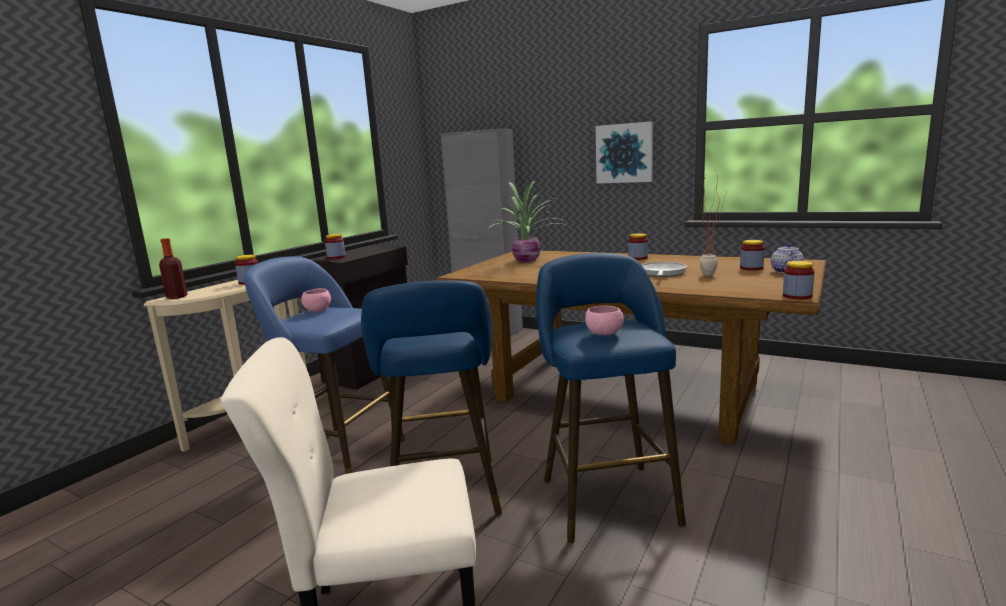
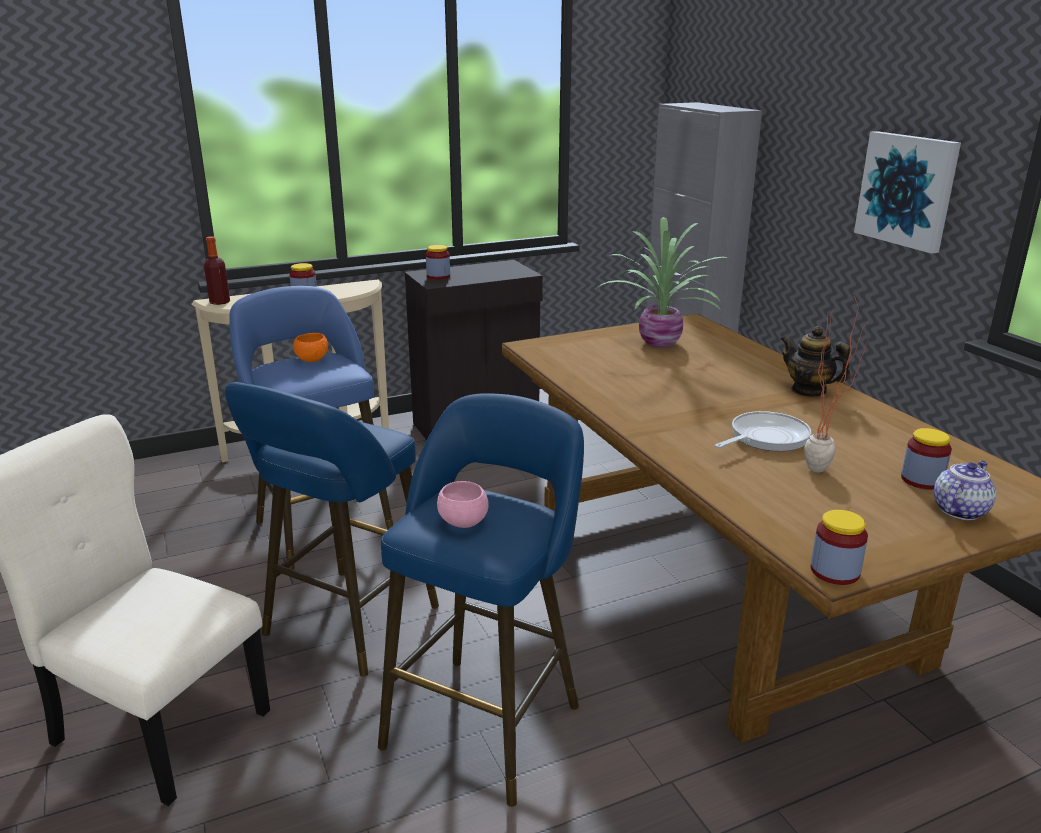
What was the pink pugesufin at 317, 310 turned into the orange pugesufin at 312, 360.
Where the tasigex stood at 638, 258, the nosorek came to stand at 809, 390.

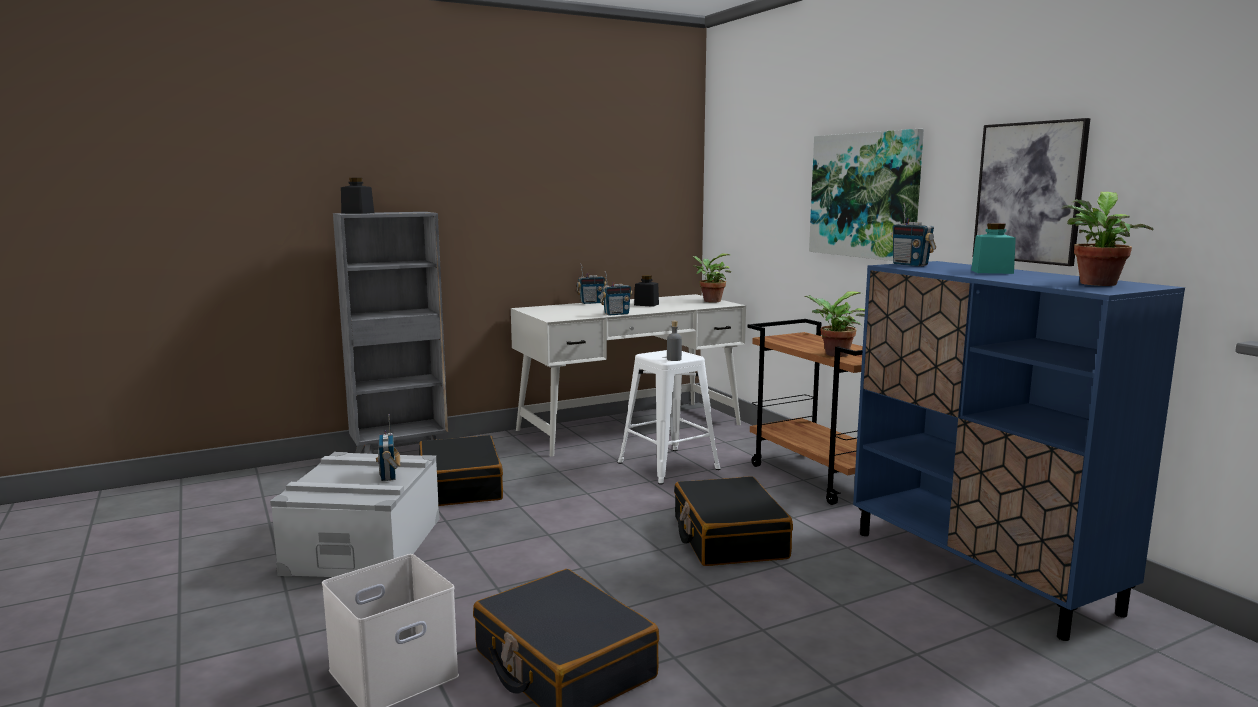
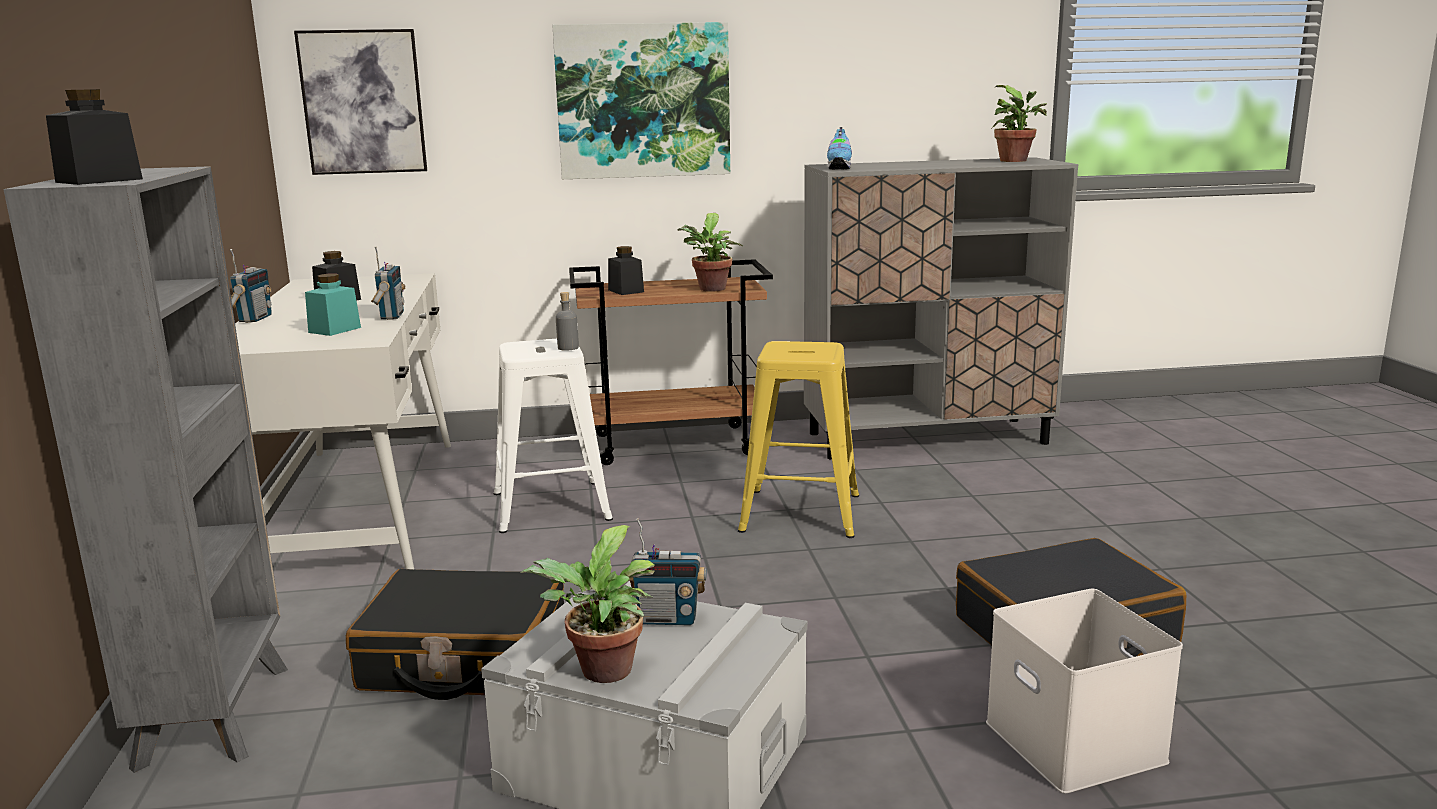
Where the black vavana stood at 728, 538, the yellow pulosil came to stand at 802, 512.
The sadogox ended up elsewhere, having gone from 709, 301 to 602, 673.
What was the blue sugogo at 980, 571 turned into the grey sugogo at 928, 438.
Where the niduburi stood at 910, 265, the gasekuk came to stand at 840, 168.
The turquoise tasigex ended up elsewhere, having gone from 992, 272 to 334, 330.
The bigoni ended up elsewhere, having gone from 1029, 192 to 363, 102.
The second view gained the black tasigex at 626, 291.

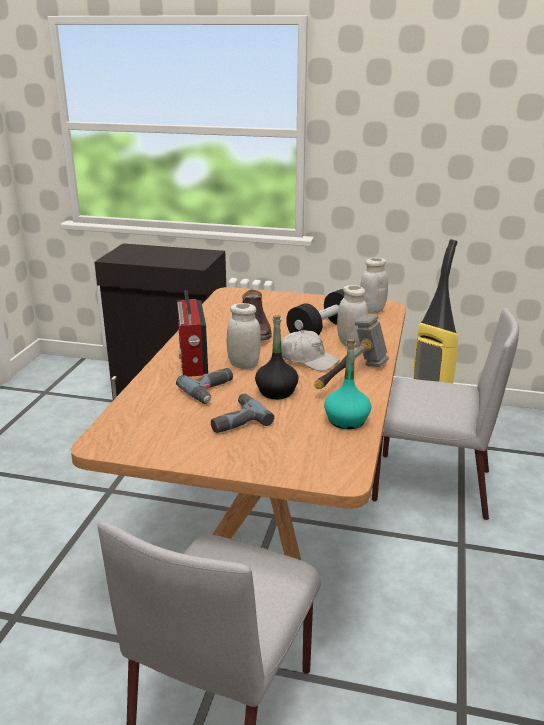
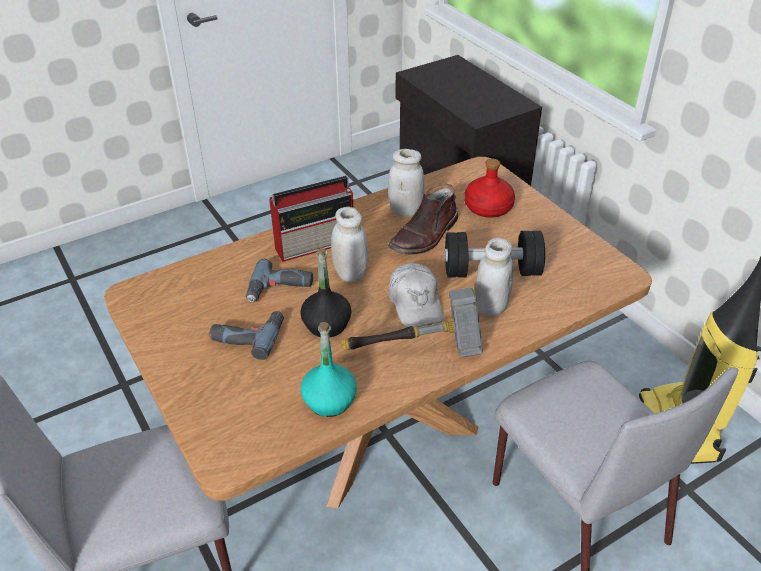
The niduburi at 192, 361 ended up facing another way, 150 degrees counterclockwise from before.
The white tasigex ended up elsewhere, having gone from 372, 310 to 405, 211.
The second view gained the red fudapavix at 487, 207.

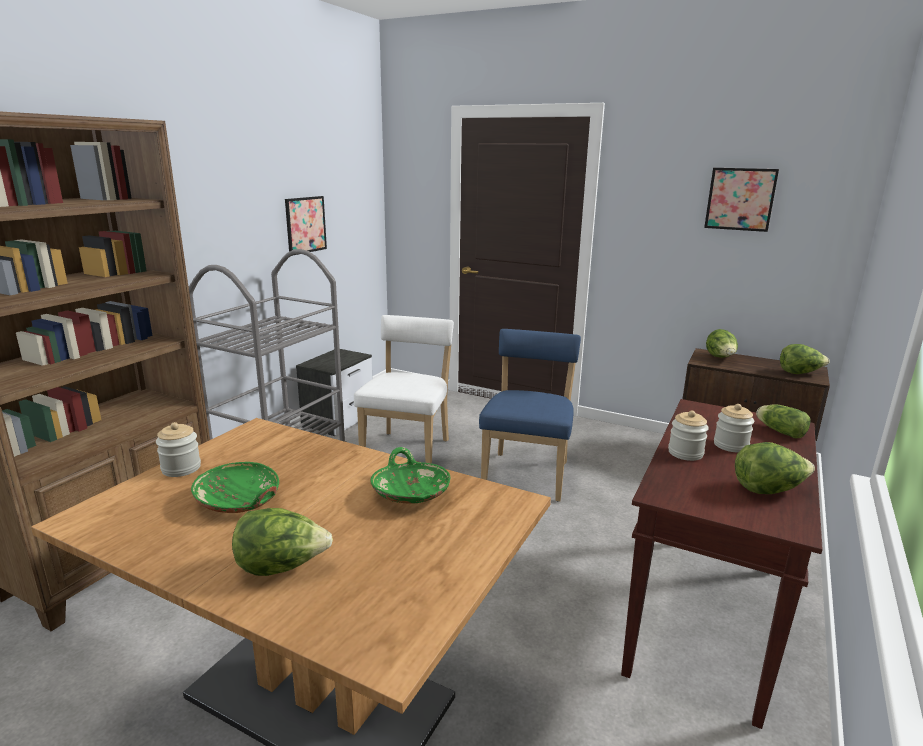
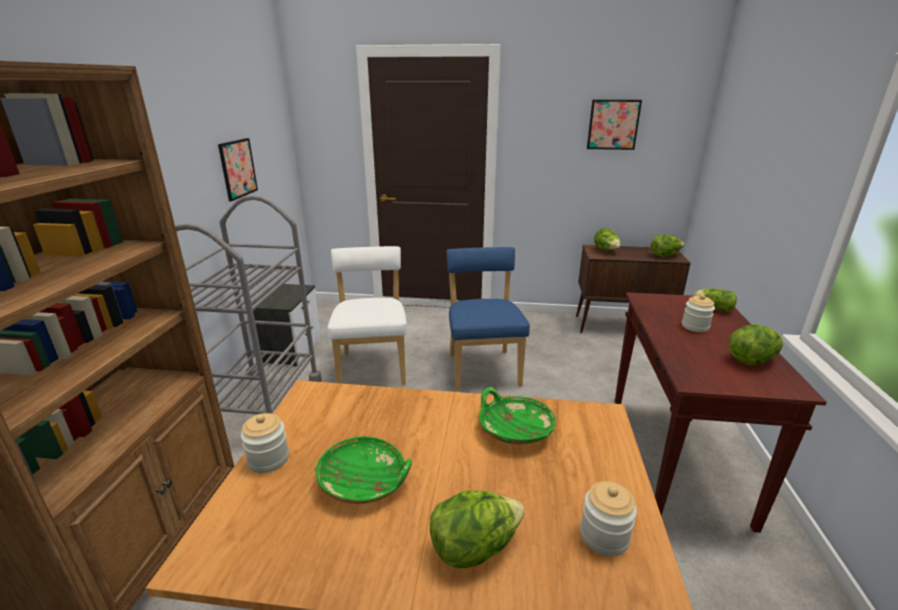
The tasigex ended up elsewhere, having gone from 685, 453 to 604, 536.

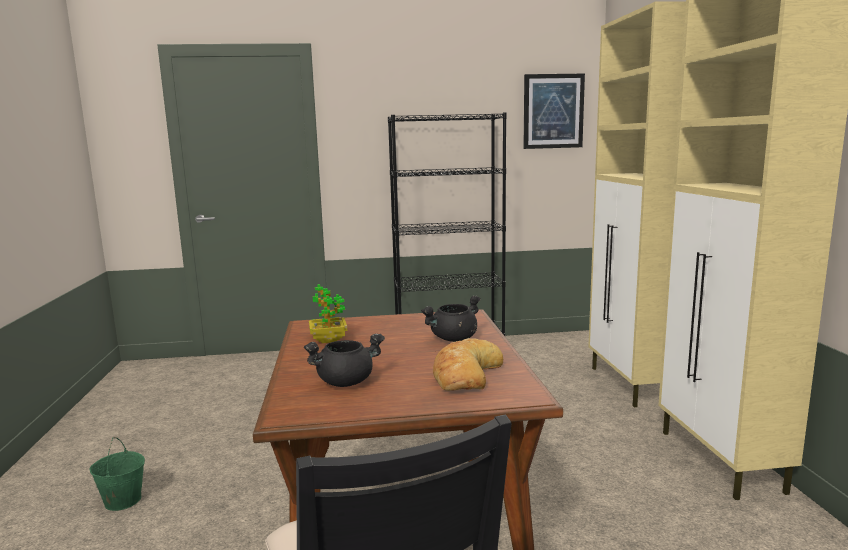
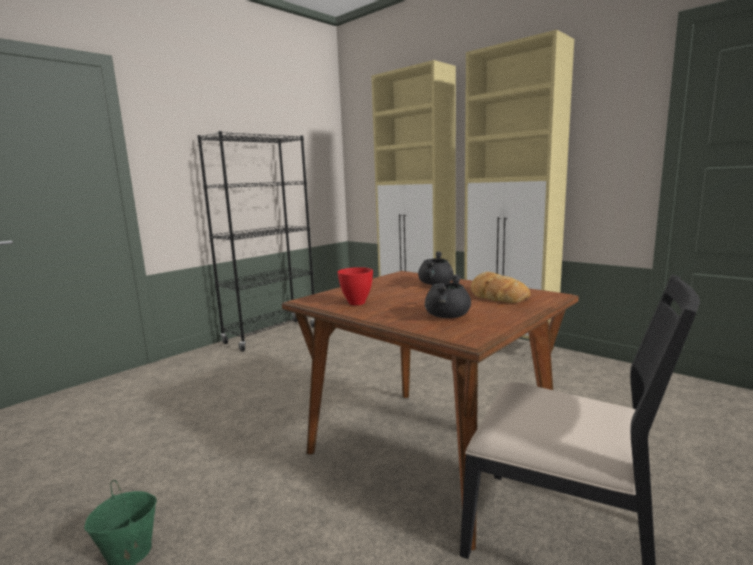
Where the sadogox stood at 328, 340, the red pugesufin came to stand at 357, 303.
The second view lost the bigoni at 553, 111.

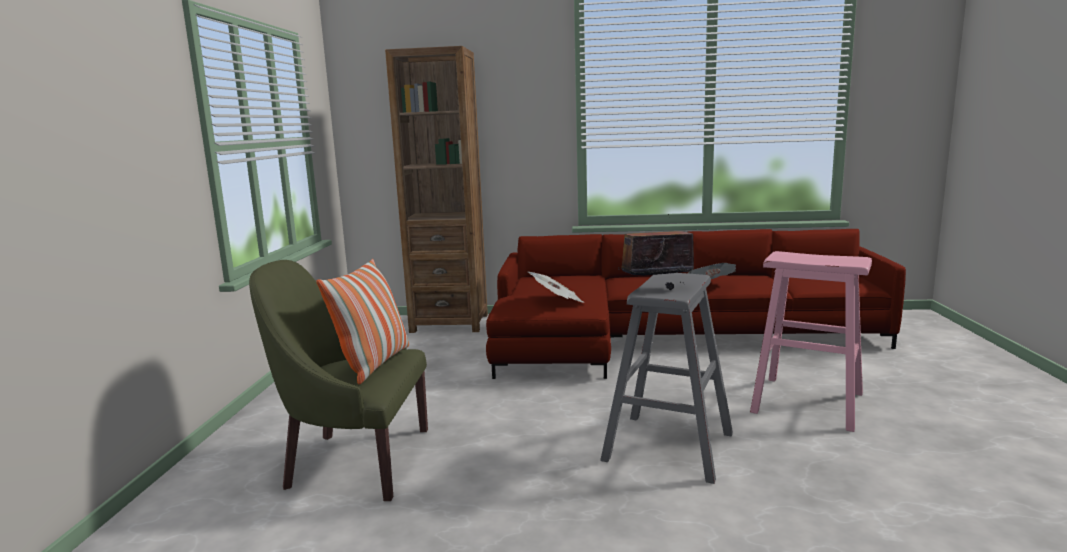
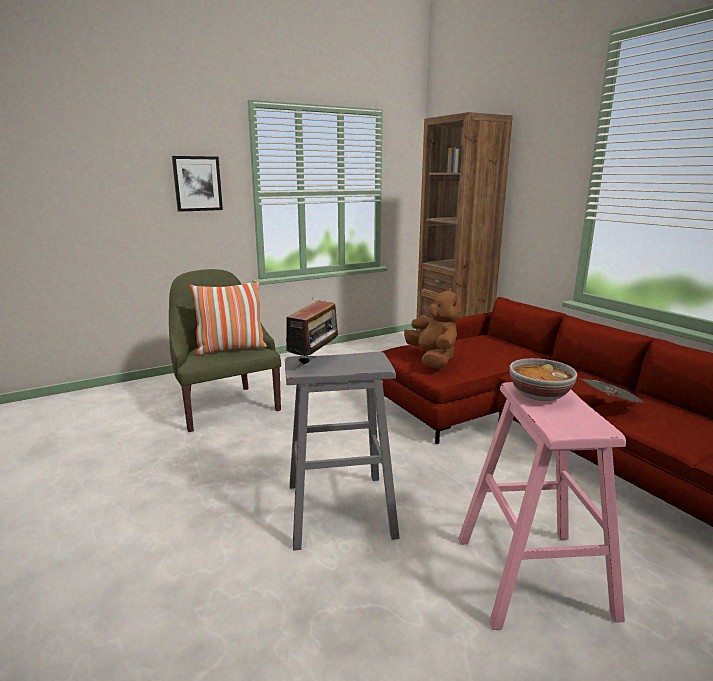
Where the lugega stood at 557, 301, the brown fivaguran came to stand at 433, 360.
The niduburi at 656, 289 ended up facing another way, 75 degrees clockwise from before.
The second view gained the bigoni at 197, 183.
The second view gained the pugesufin at 538, 394.

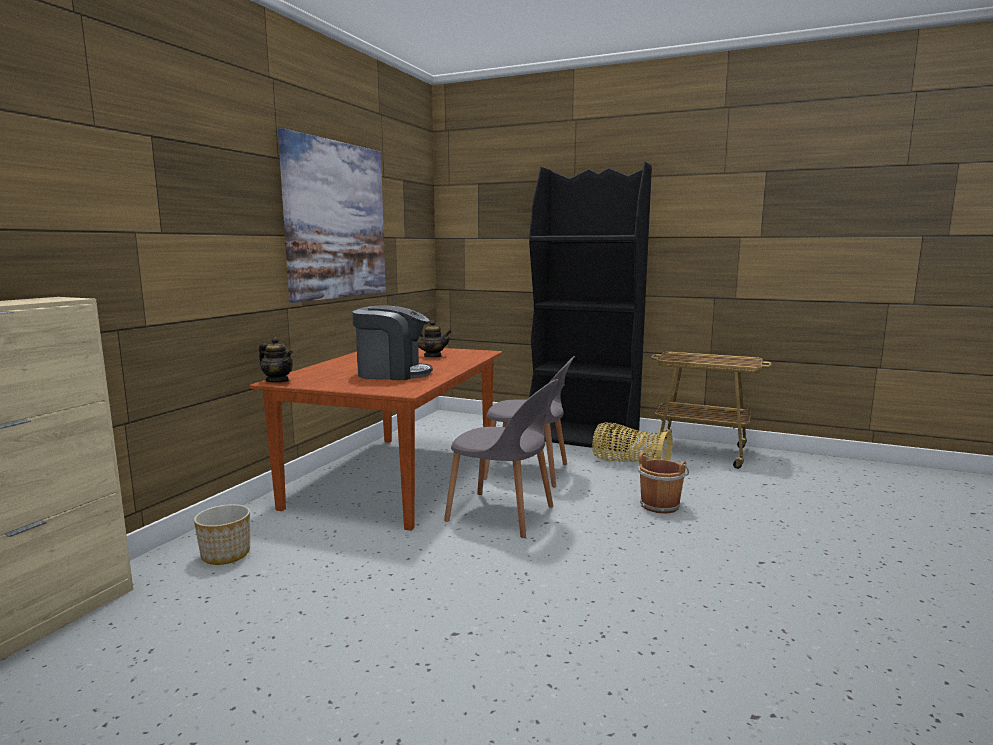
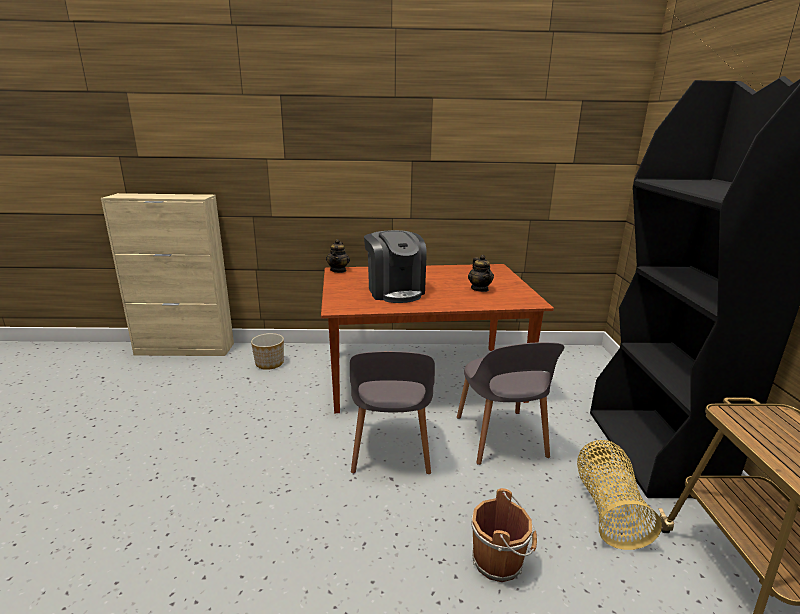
The second view lost the bigoni at 336, 221.

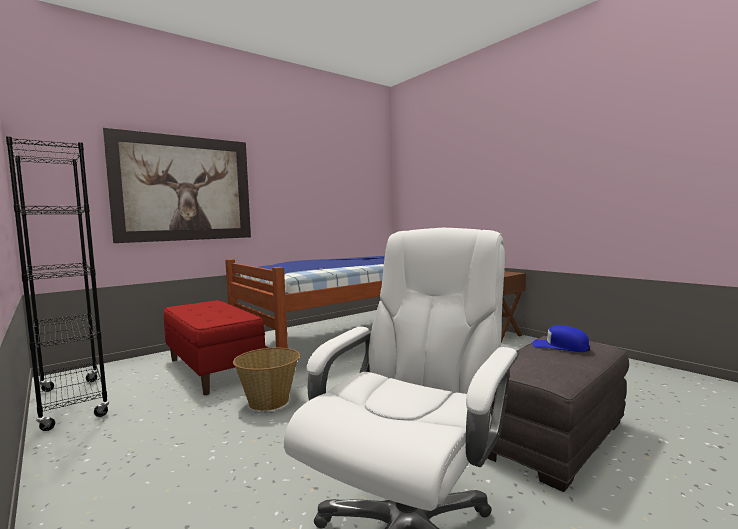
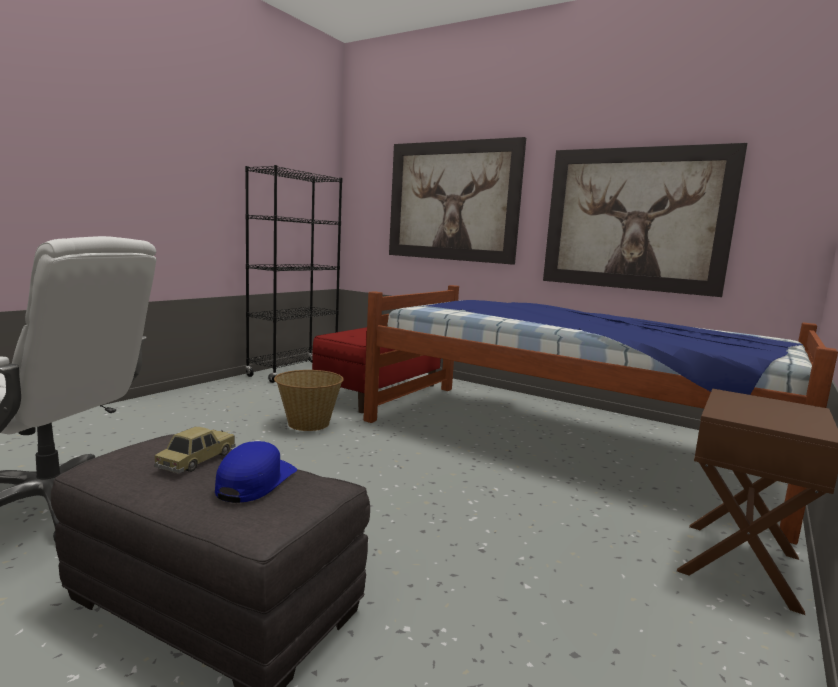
The second view gained the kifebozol at 197, 460.
The second view gained the bigoni at 634, 219.

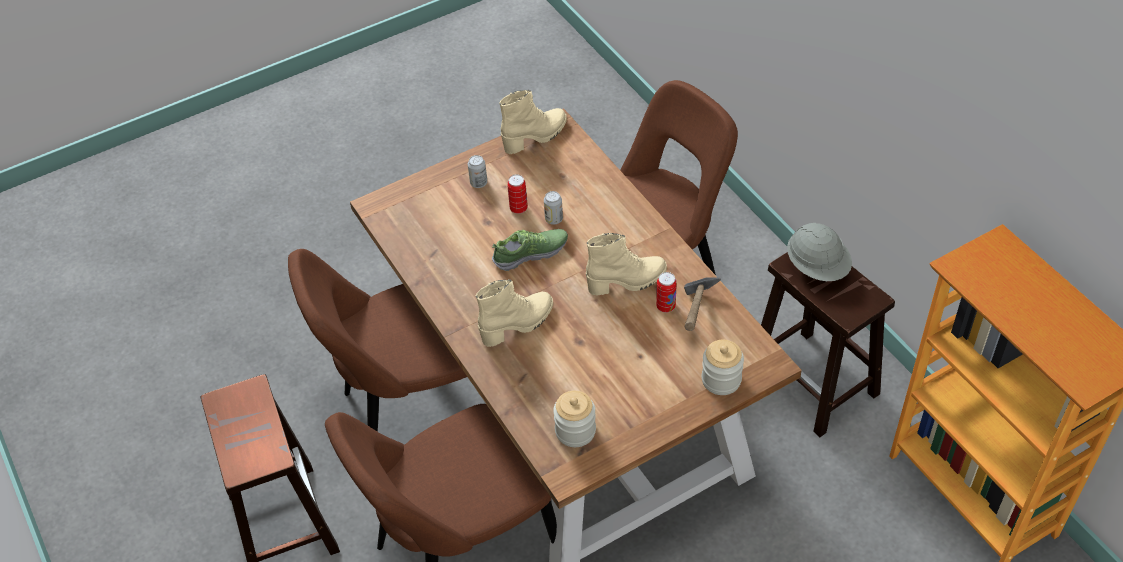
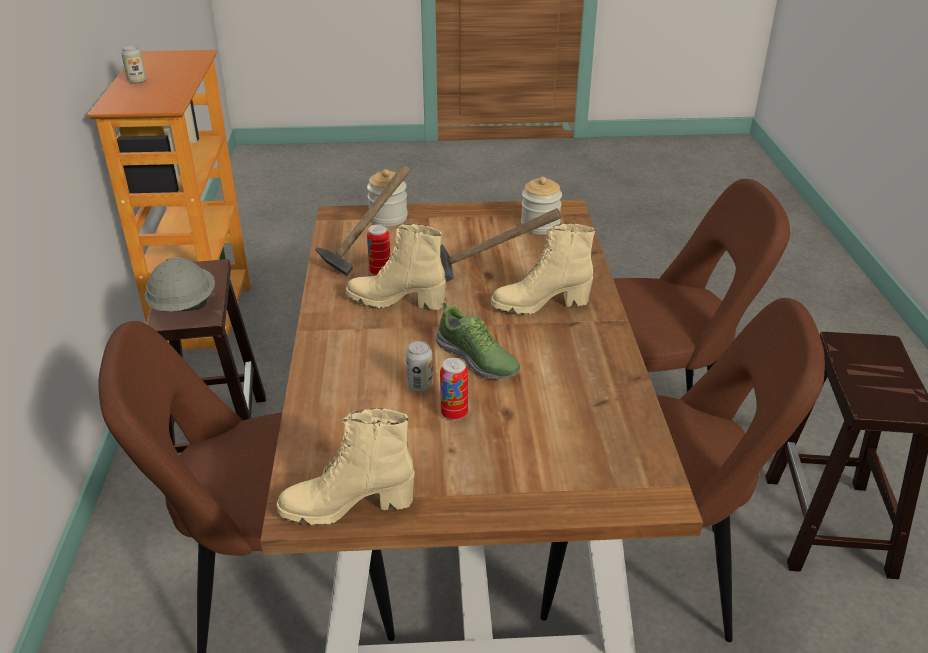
The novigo ended up elsewhere, having gone from 478, 183 to 137, 81.
The gasekuk at 531, 254 ended up facing another way, 135 degrees counterclockwise from before.
The second view gained the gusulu at 490, 276.

